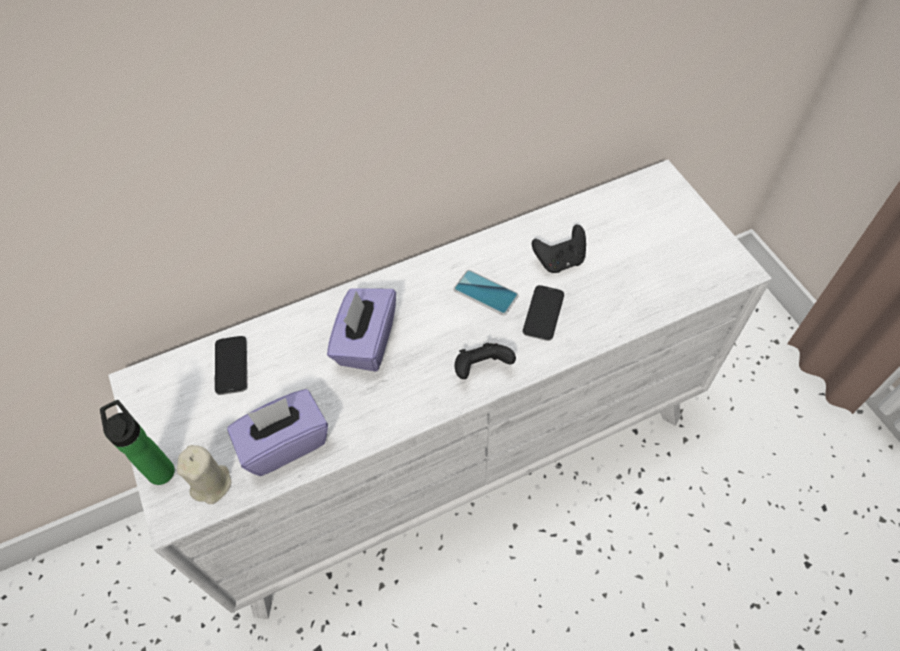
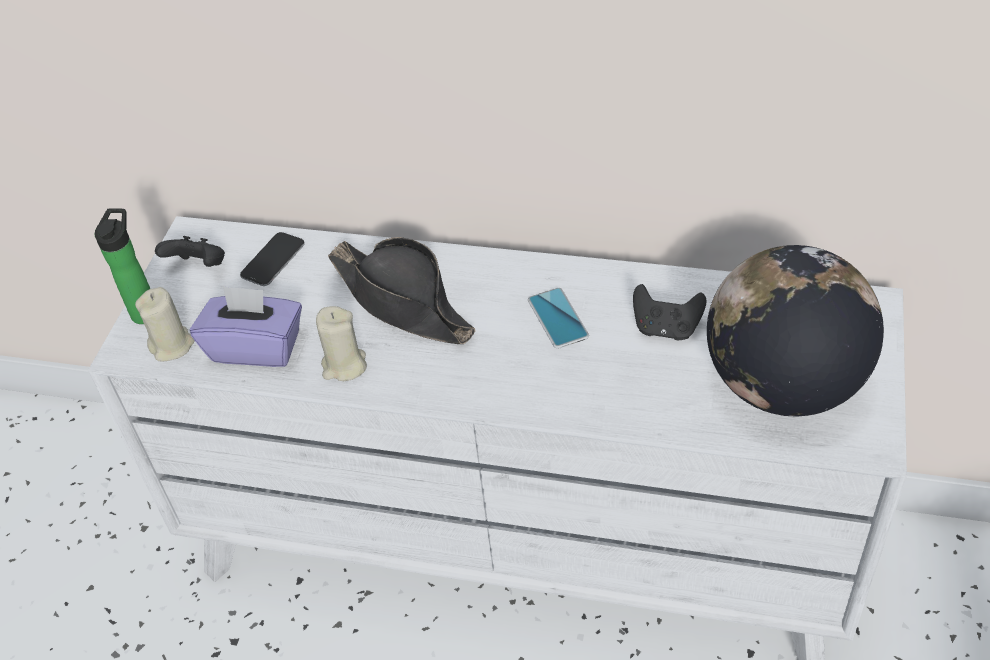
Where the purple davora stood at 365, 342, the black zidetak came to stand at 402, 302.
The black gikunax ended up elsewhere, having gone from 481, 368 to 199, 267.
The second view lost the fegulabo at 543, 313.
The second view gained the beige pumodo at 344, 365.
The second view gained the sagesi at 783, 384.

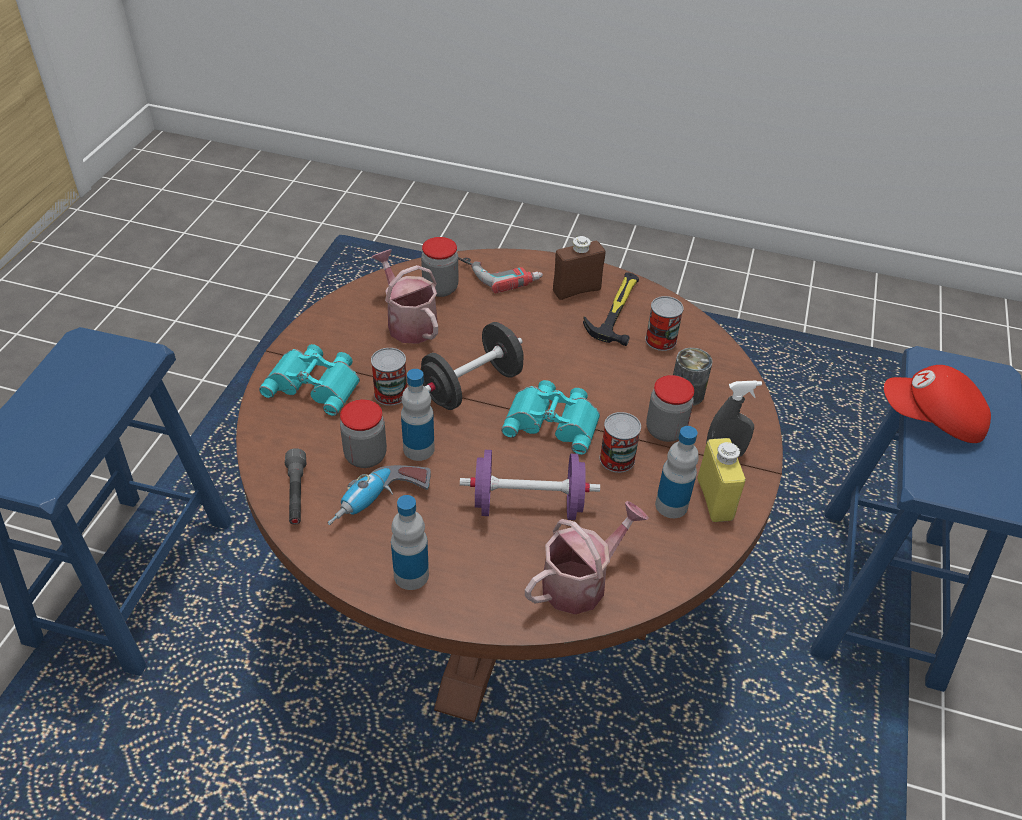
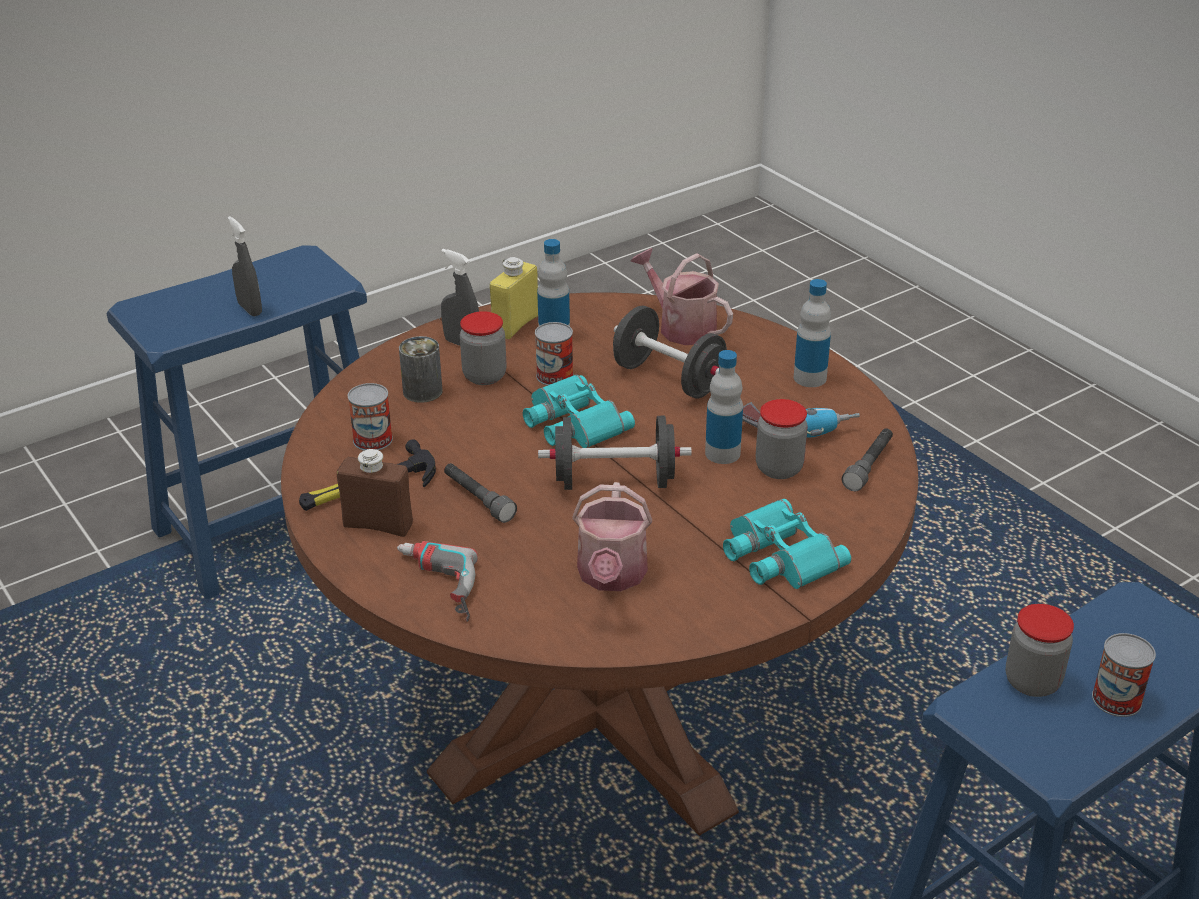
The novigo ended up elsewhere, having gone from 391, 393 to 1116, 699.
The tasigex ended up elsewhere, having gone from 440, 288 to 1032, 682.
What was the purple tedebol at 528, 505 turned into the black tedebol at 669, 379.
The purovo at 581, 581 ended up facing another way, 45 degrees clockwise from before.
Where the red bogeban stood at 932, 420, the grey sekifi came to stand at 250, 309.
The second view gained the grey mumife at 478, 499.

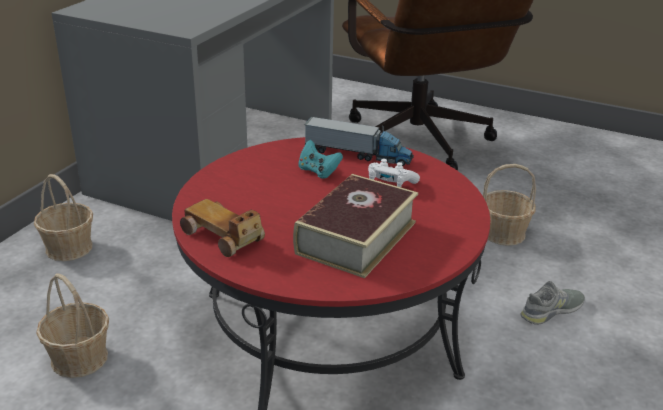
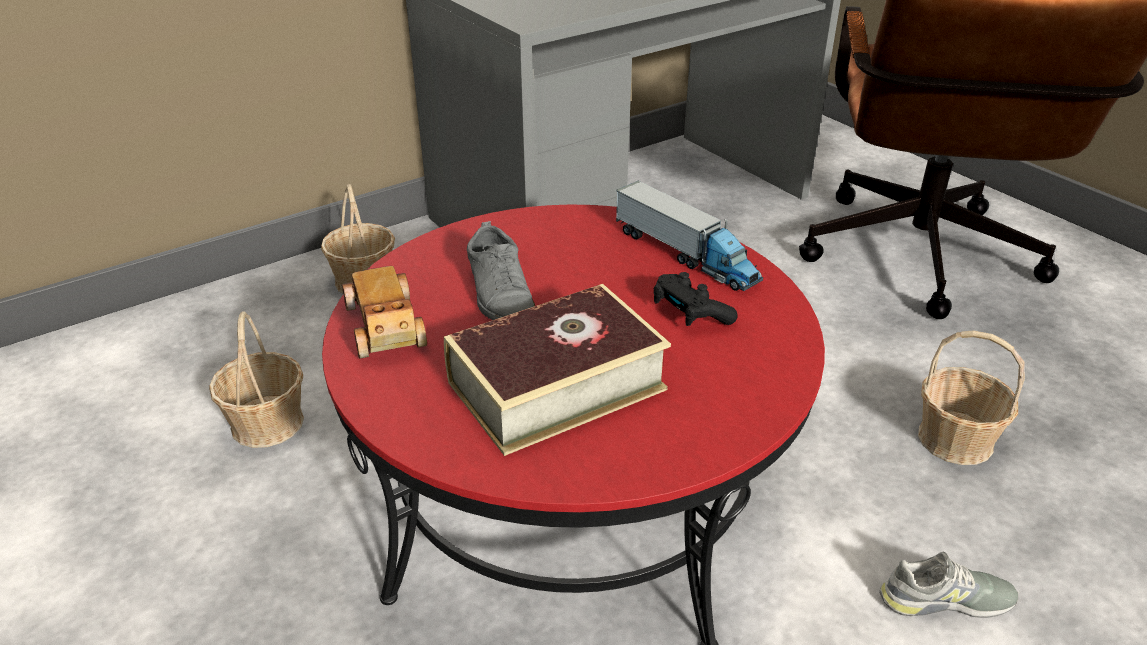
The second view lost the turquoise gikunax at 318, 171.
What was the white gikunax at 390, 183 turned into the black gikunax at 690, 313.
The second view gained the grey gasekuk at 500, 293.

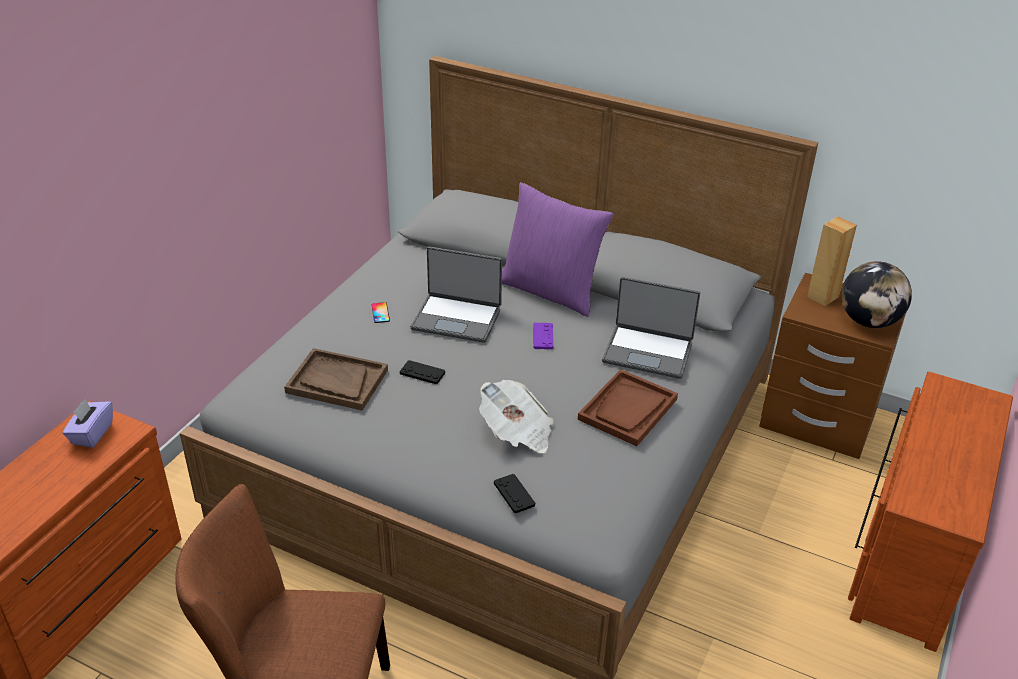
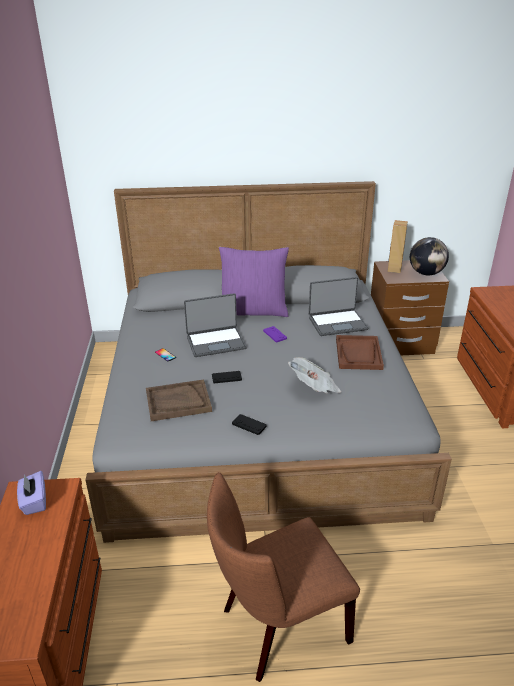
The black gikunax ended up elsewhere, having gone from 514, 494 to 249, 425.

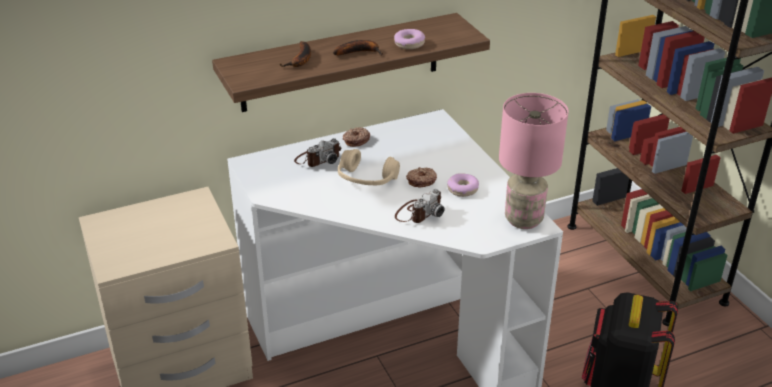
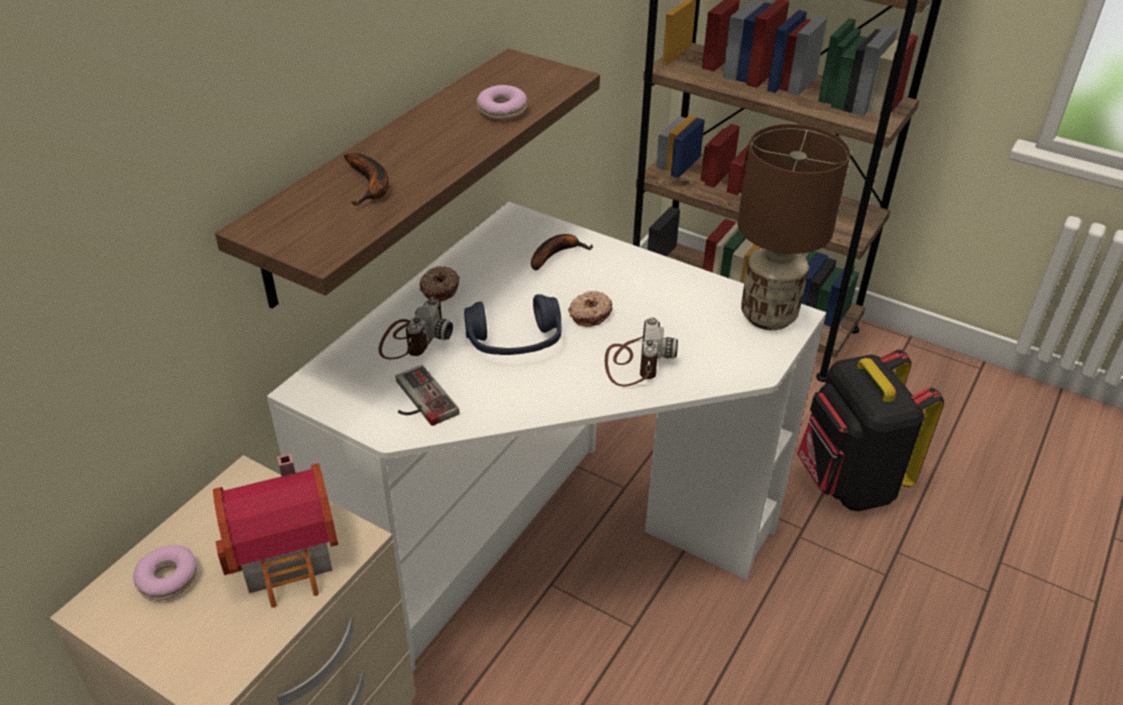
The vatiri ended up elsewhere, having gone from 359, 52 to 556, 254.
What was the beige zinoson at 366, 179 turned into the blue zinoson at 514, 342.
The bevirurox ended up elsewhere, having gone from 463, 189 to 168, 578.
What was the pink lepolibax at 524, 219 turned into the brown lepolibax at 768, 315.
The second view gained the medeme at 289, 555.
The second view gained the gikunax at 418, 400.

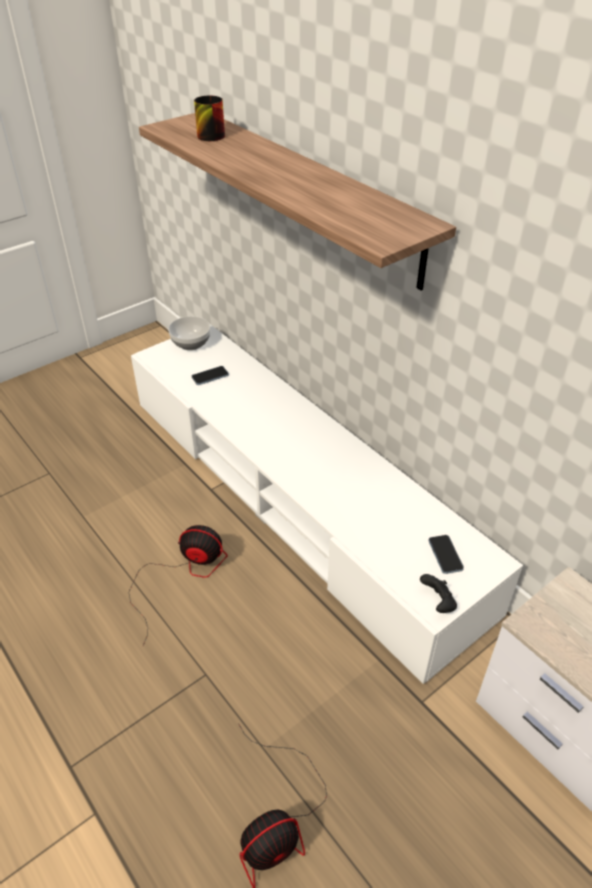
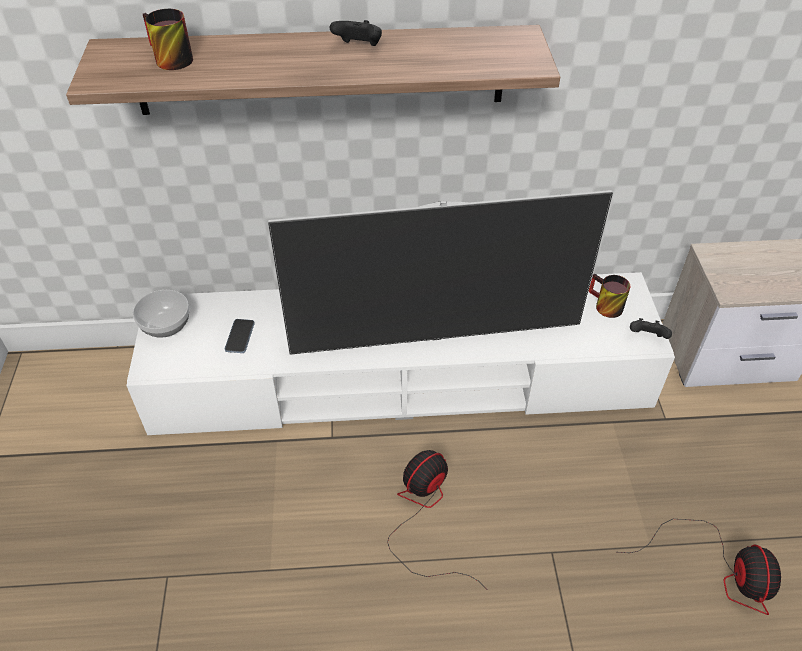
Where the fegulabo stood at 445, 555, the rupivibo came to stand at 603, 306.
The second view gained the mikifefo at 436, 337.
The second view gained the black gikunax at 358, 47.

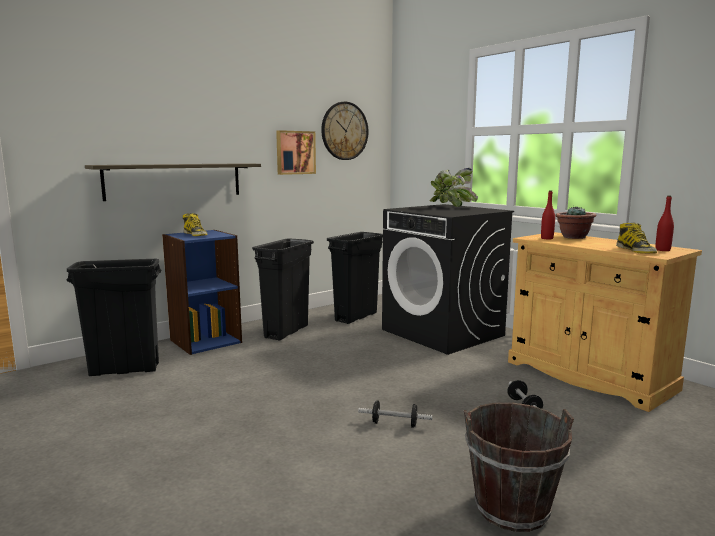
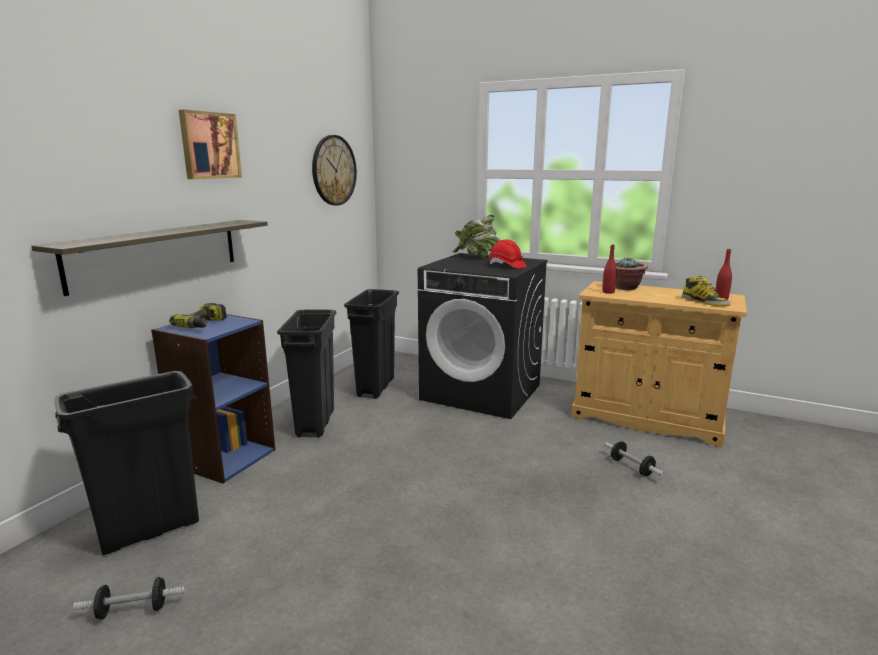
Where the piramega stood at 195, 234, the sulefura came to stand at 203, 325.
The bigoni ended up elsewhere, having gone from 295, 152 to 209, 145.
The tedebol ended up elsewhere, having gone from 394, 424 to 133, 610.
The second view lost the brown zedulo at 511, 509.
The second view gained the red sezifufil at 506, 266.

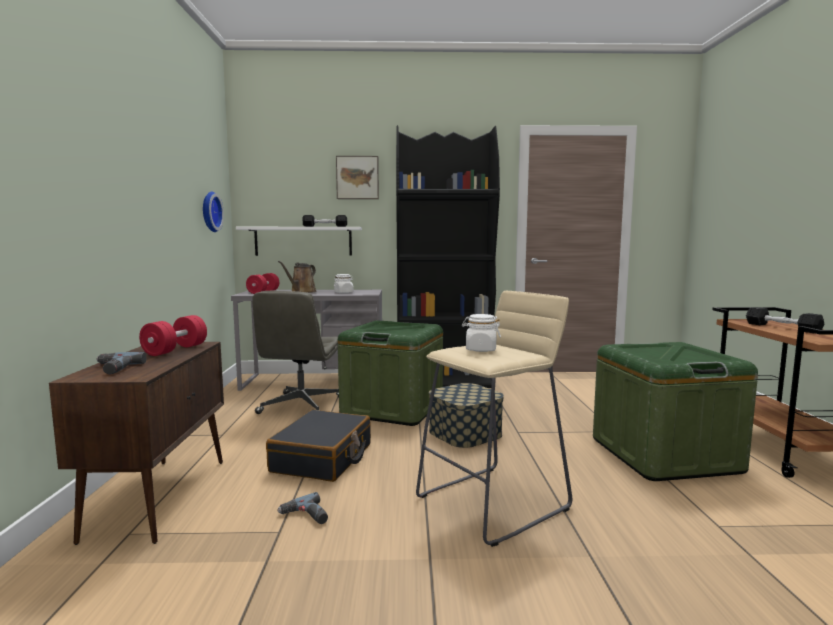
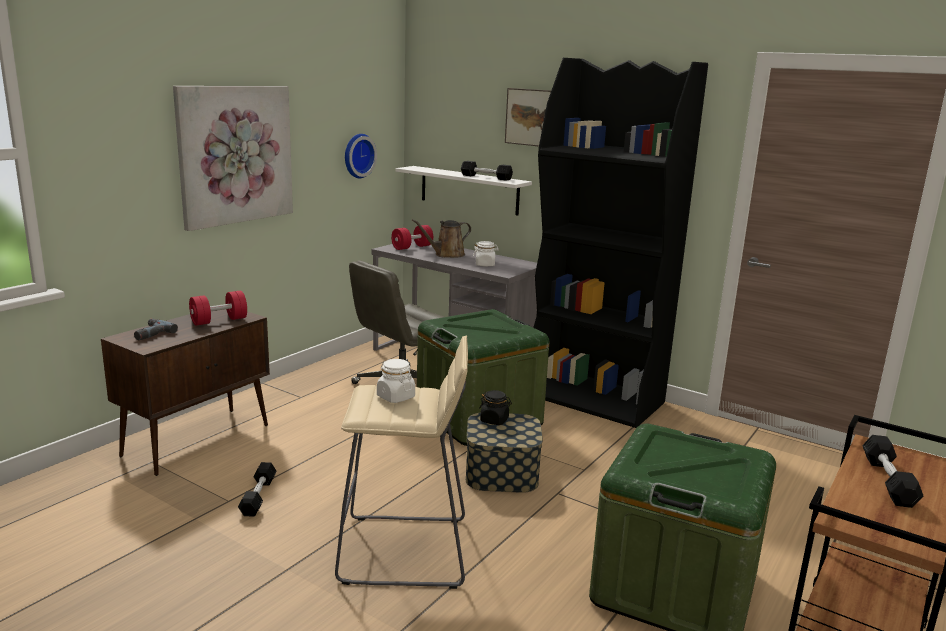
The second view lost the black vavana at 323, 458.
Where the sulefura stood at 305, 516, the black tedebol came to stand at 258, 497.
The second view gained the bigoni at 235, 155.
The second view gained the black tasigex at 494, 420.

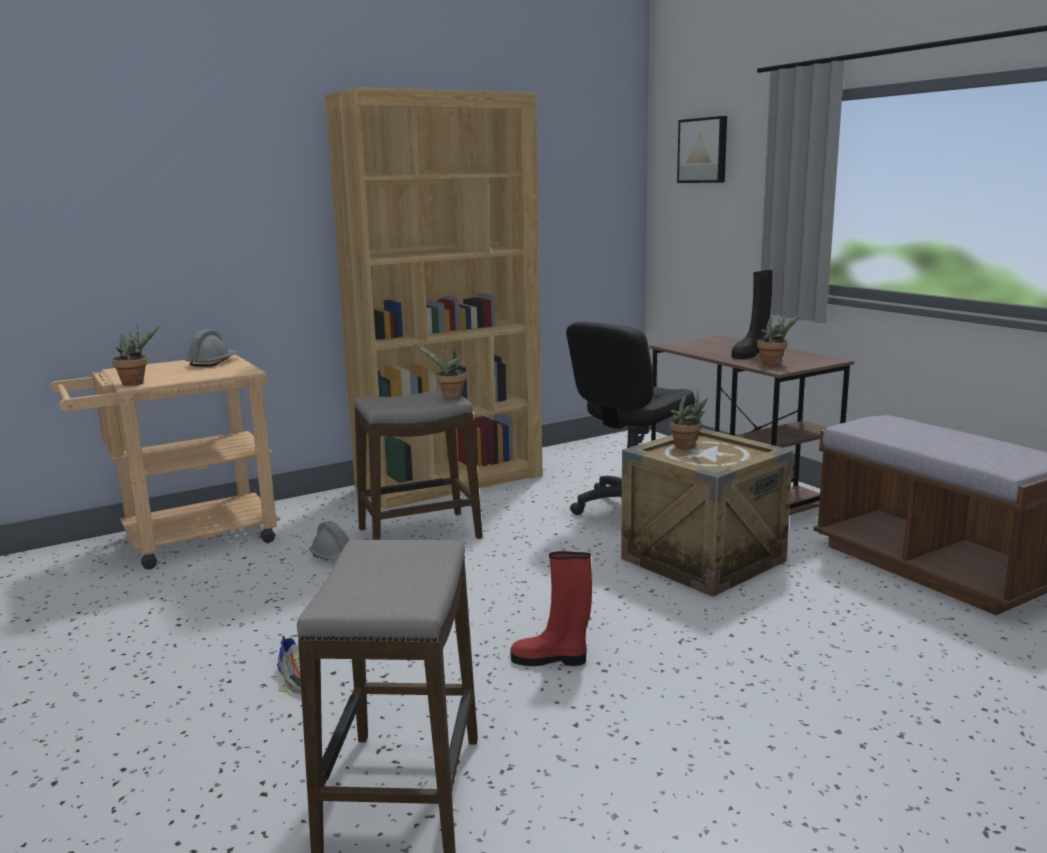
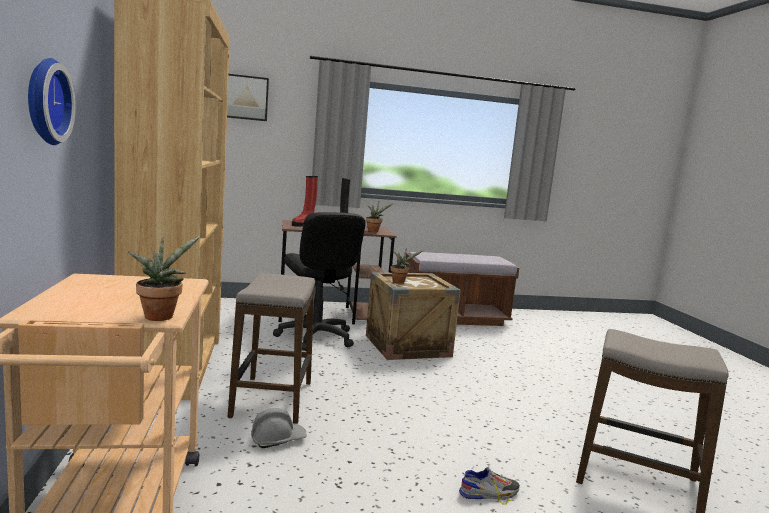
The second view lost the grey sezifufil at 213, 362.
The second view lost the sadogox at 449, 397.
The red piramega ended up elsewhere, having gone from 551, 659 to 304, 224.
The second view gained the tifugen at 44, 101.

